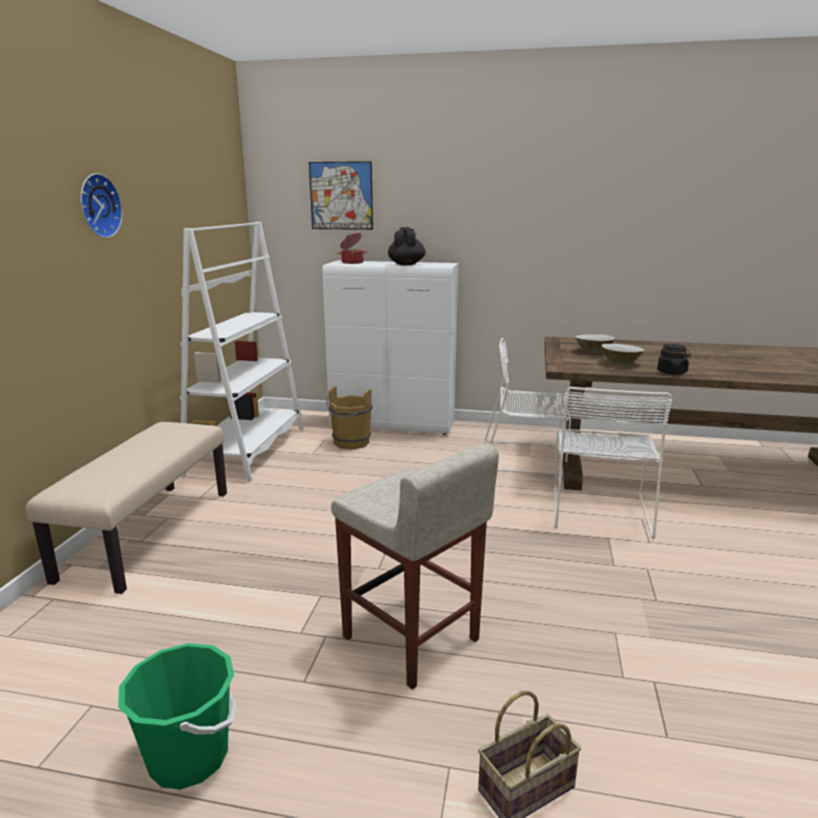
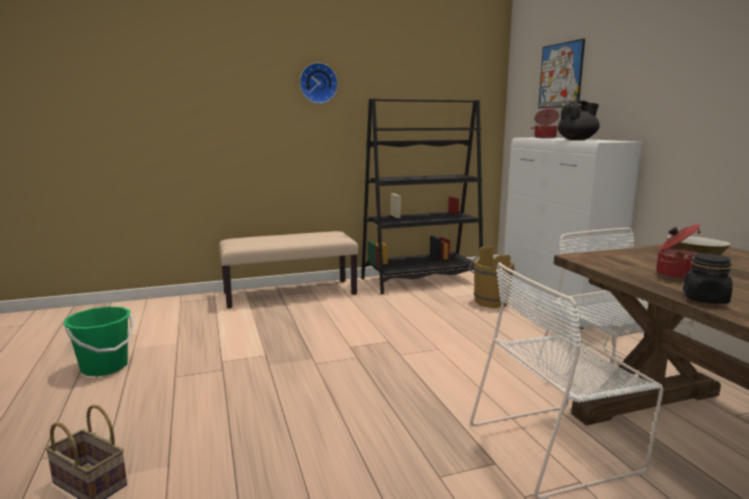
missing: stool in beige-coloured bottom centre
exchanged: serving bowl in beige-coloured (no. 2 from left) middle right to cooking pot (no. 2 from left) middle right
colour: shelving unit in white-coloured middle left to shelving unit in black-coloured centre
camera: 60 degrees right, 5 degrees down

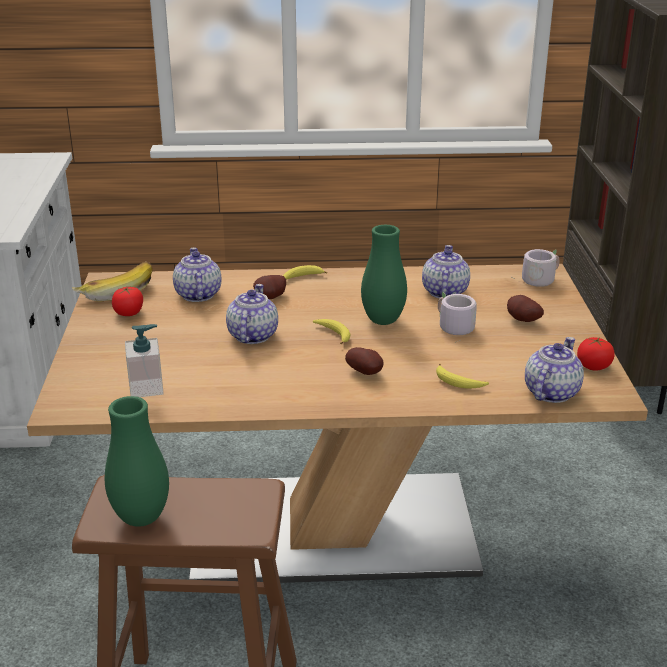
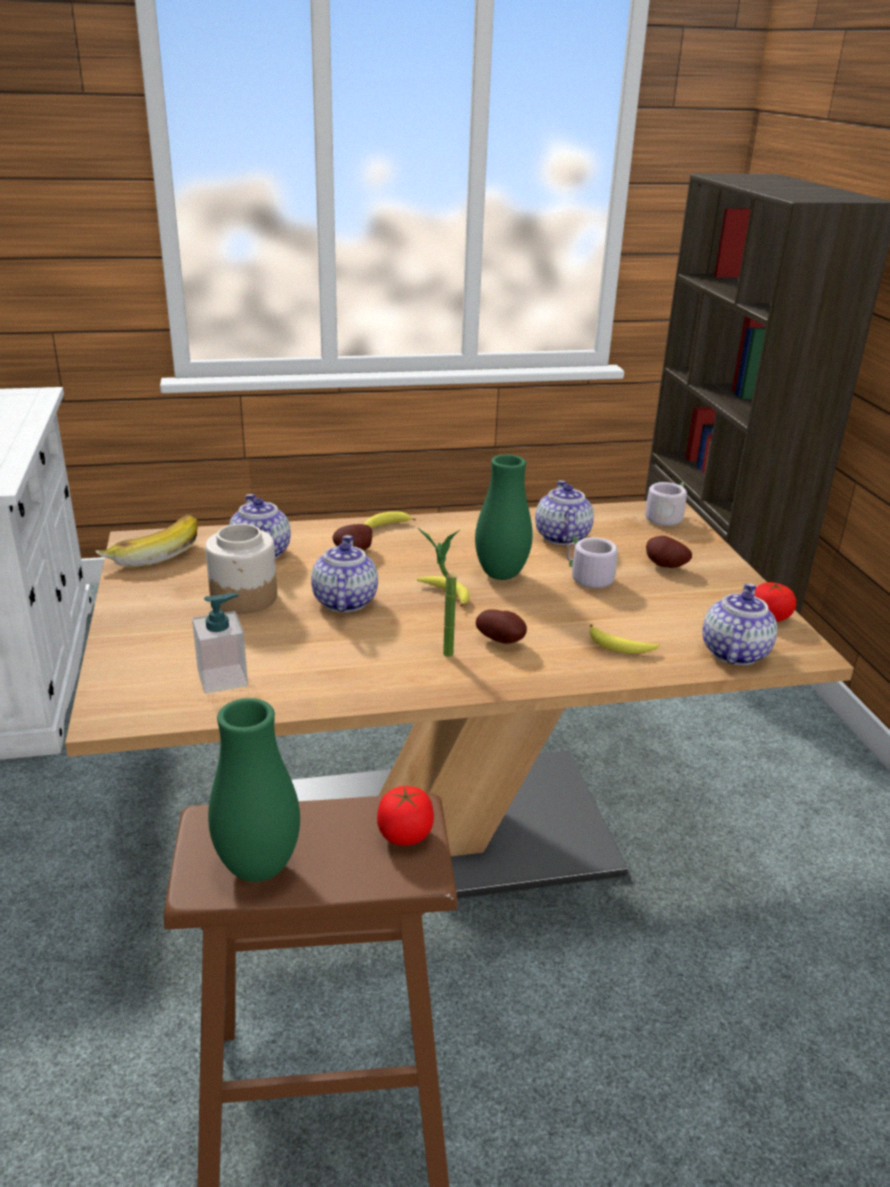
appeared: preserve jar middle left; plant in a pot centre
relocated: whole tomato (no. 1 from left) middle left to bottom centre
camera: 10 degrees left, 0 degrees up

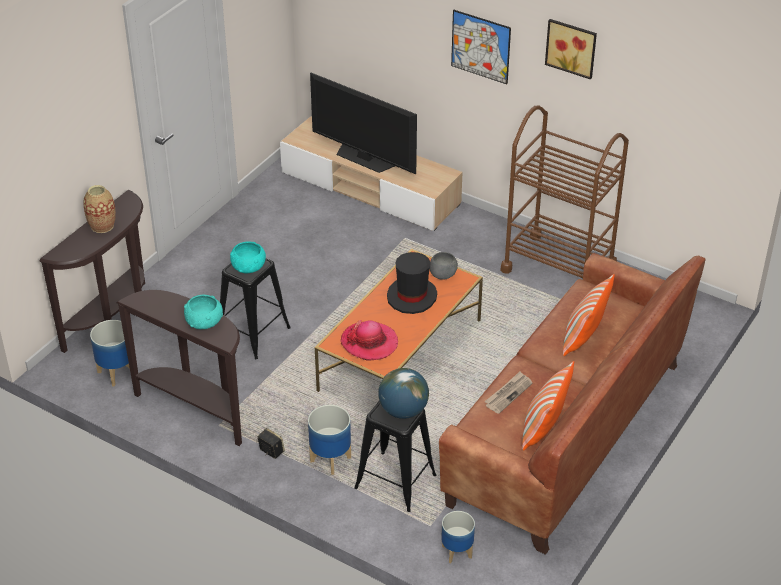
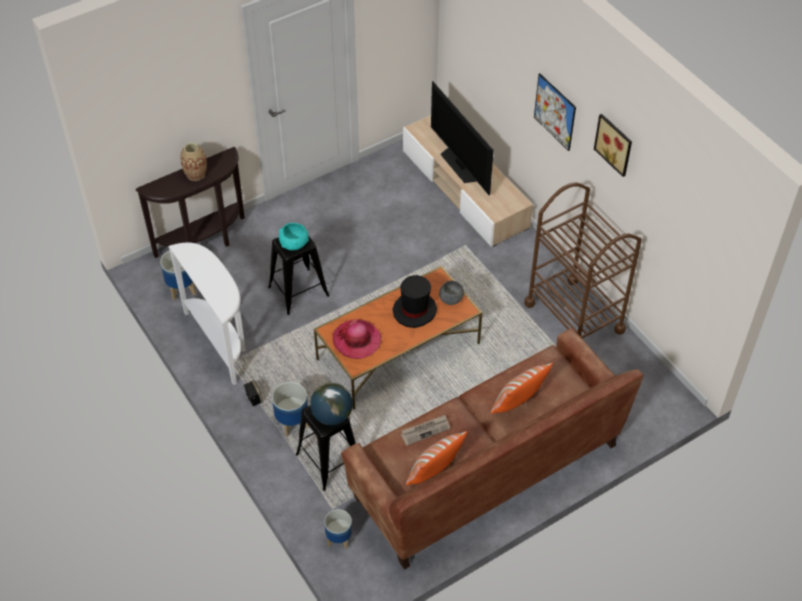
missing: serving bowl in turquoise-coloured (no. 1 from left) middle left
colour: hall table in brownish (no. 2 from left) middle left to hall table in white-coloured middle left
camera: 25 degrees right, 10 degrees up

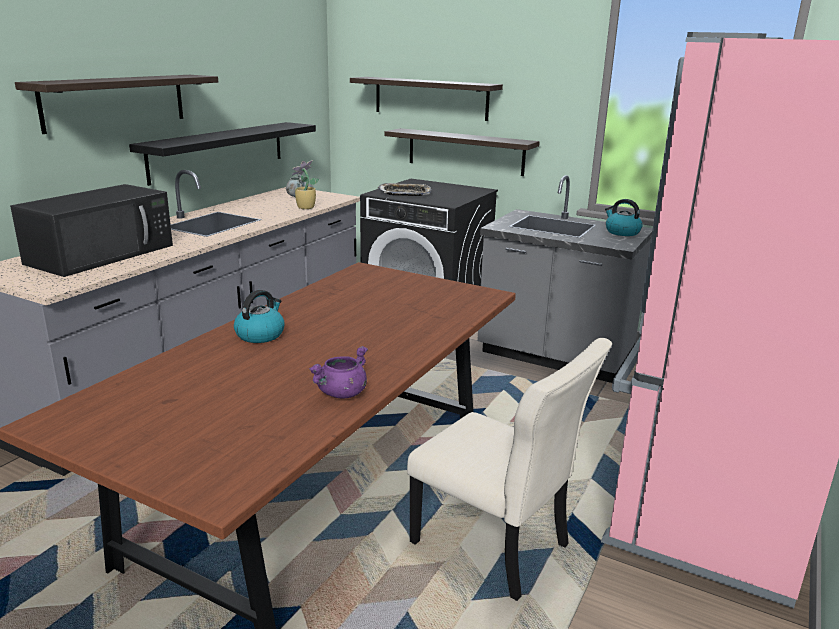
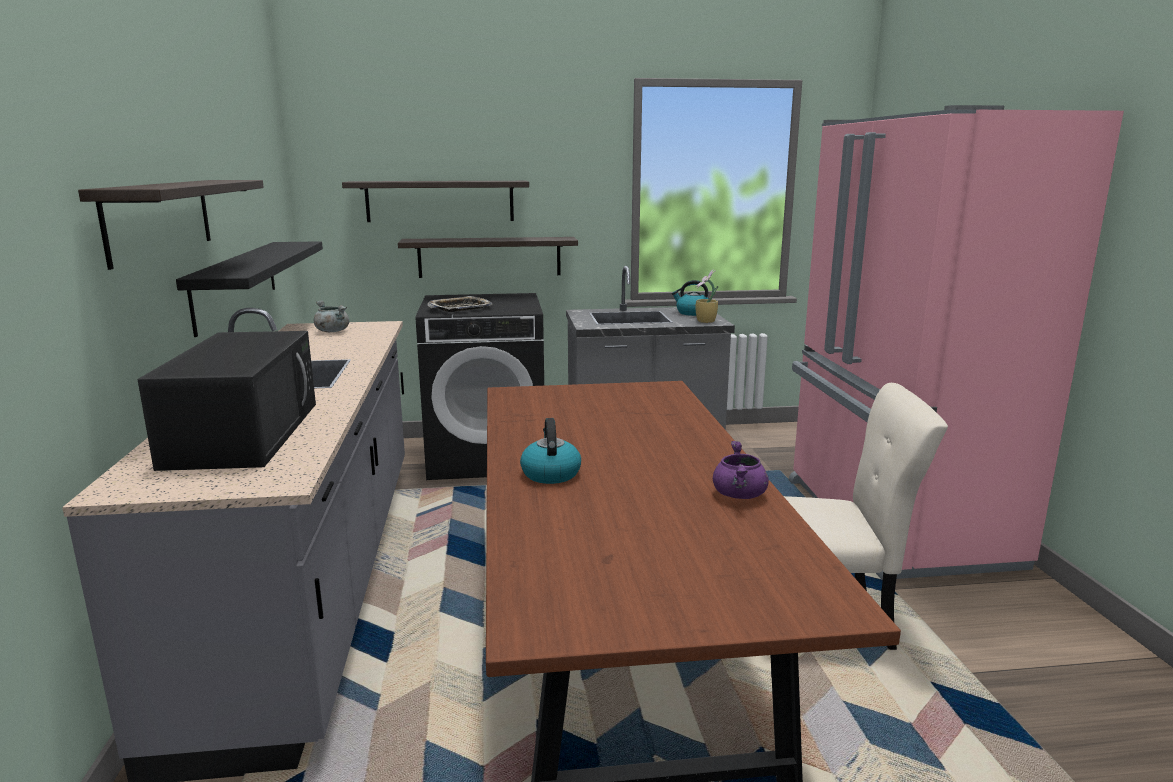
relocated: plant in a pot top centre to centre
camera: 35 degrees left, 5 degrees down

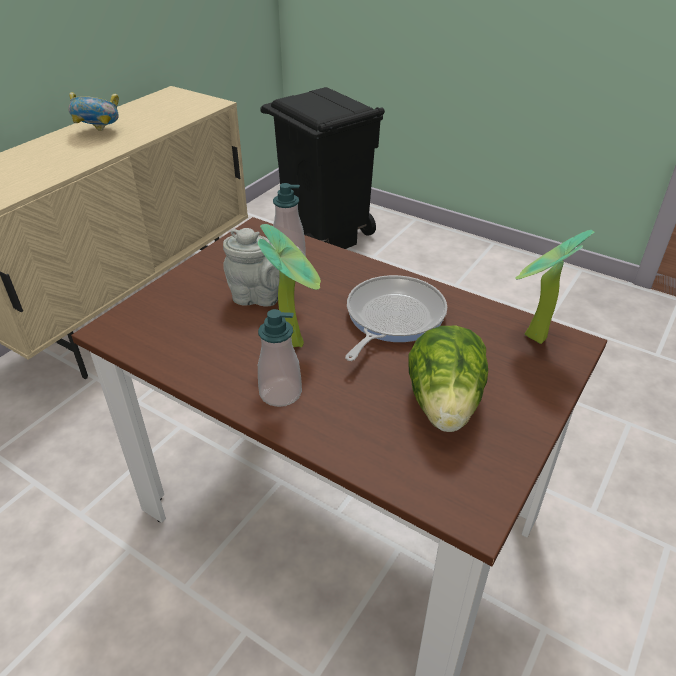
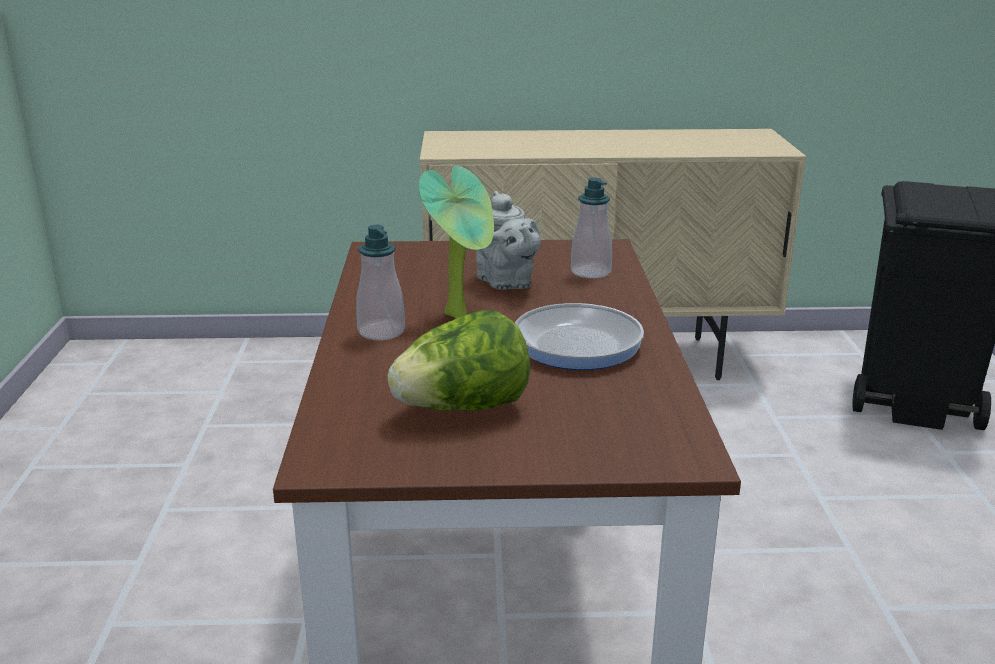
missing: serving bowl top left; plant in a pot (no. 2 from left) middle right
camera: 55 degrees right, 15 degrees down

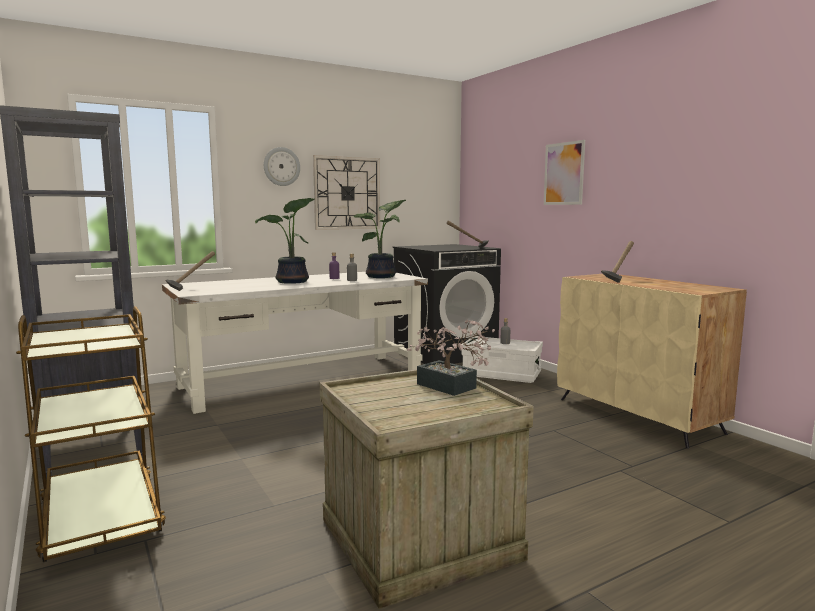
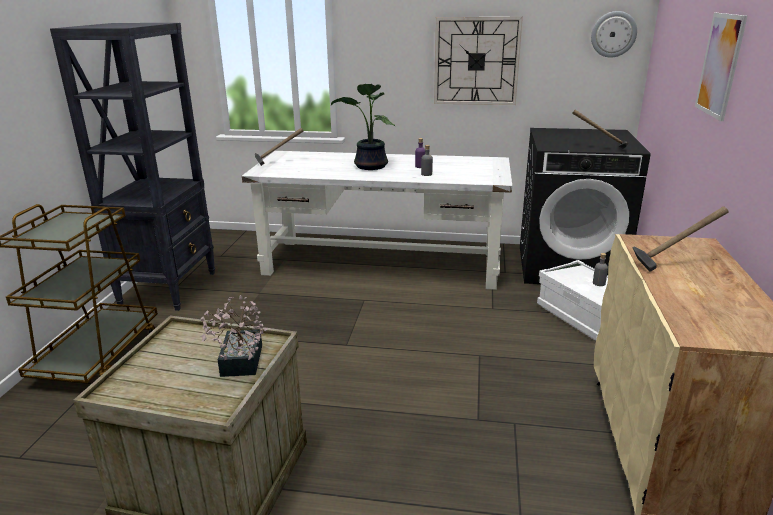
missing: plant in a pot (no. 2 from left) centre
relocated: clock on the wall (no. 1 from left in the first image) top centre to clock on the wall (no. 2 from left) top right
camera: 40 degrees right, 15 degrees up

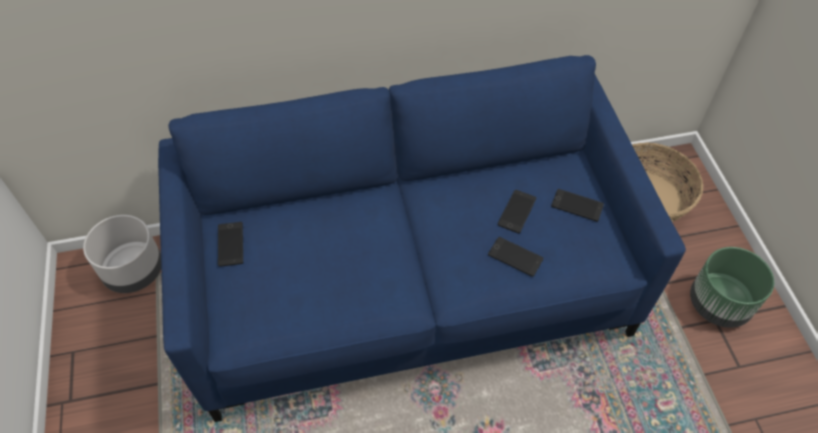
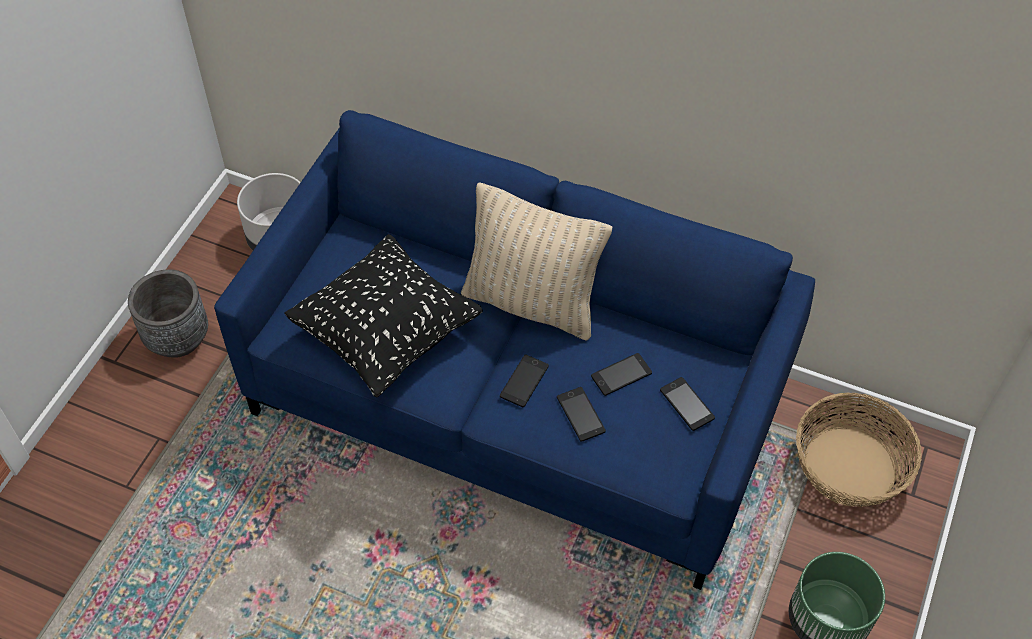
appeared: planter in gray (no. 1 from left) middle left; pillow in black-coloured centre; pillow in beige-coloured centre
relocated: handset (no. 1 from left) middle left to centre
camera: 35 degrees right, 0 degrees up

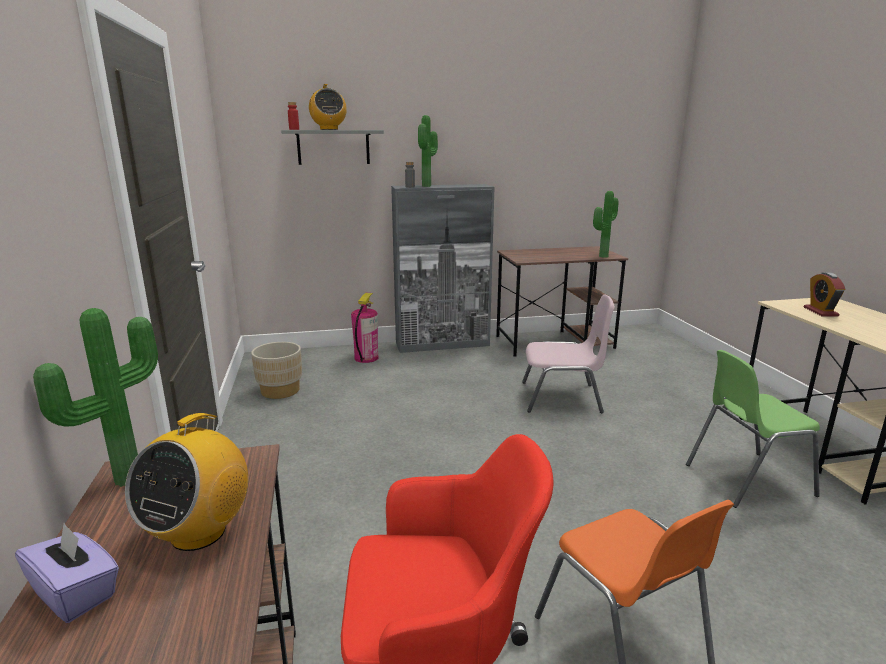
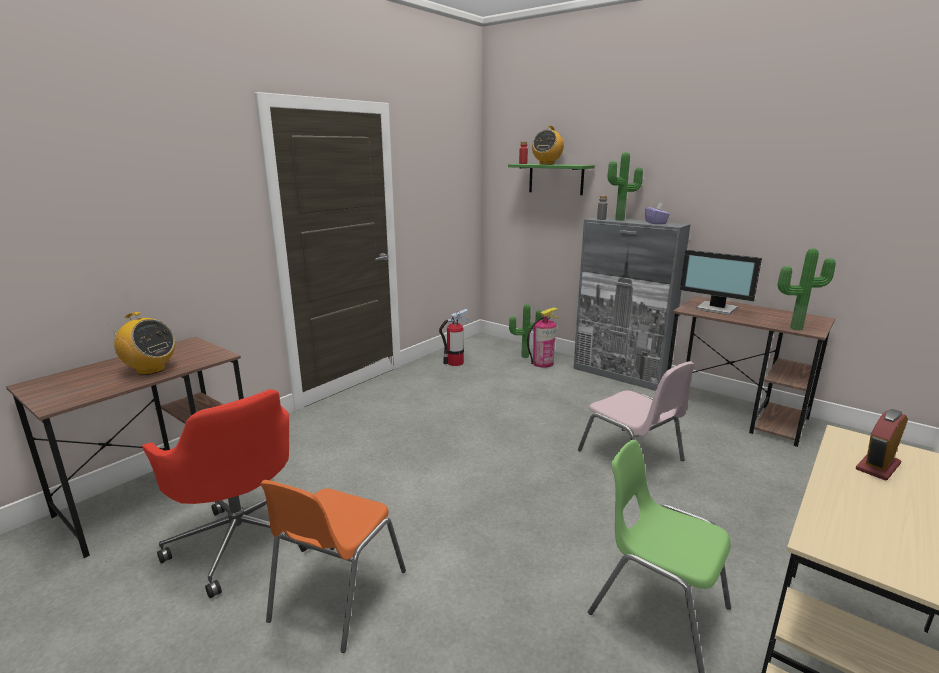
appeared: computer display middle right
relocated: tissue holder in purplish bottom left to top right; plant in a pot (no. 1 from left) middle left to centre
exchanged: planter in beige-coloured middle left to fire-fighting cylinder (no. 1 from left) centre
colour: bracket shelf in gray top centre to bracket shelf in green top centre
spun: radio (no. 1 from left) bottom left = middle left 135 degrees counterclockwise
camera: 50 degrees right, 0 degrees up

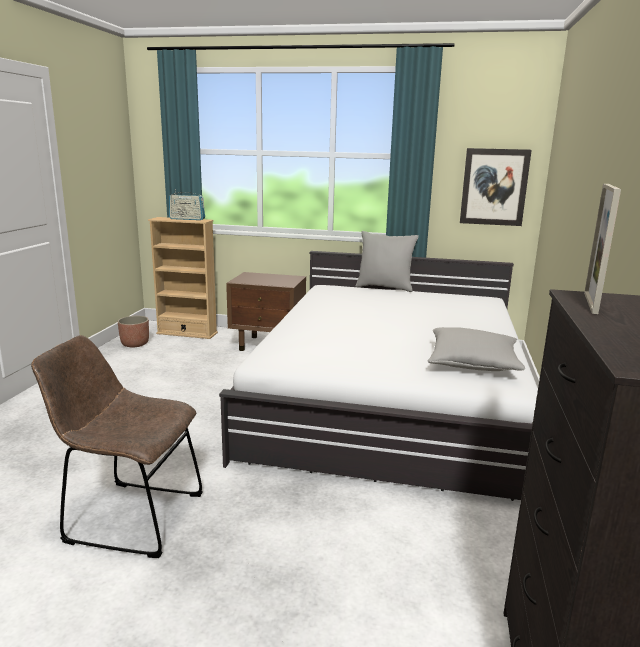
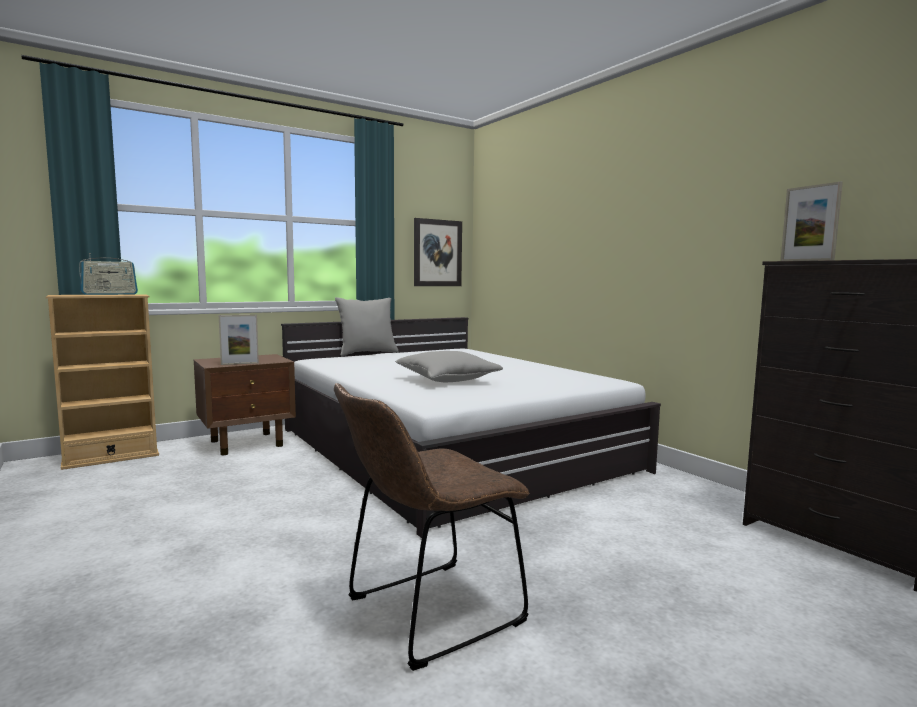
missing: planter middle left
appeared: picture frame (no. 1 from left) middle left
relocated: pillow in gray (no. 2 from left) middle right to centre
camera: 45 degrees left, 10 degrees down

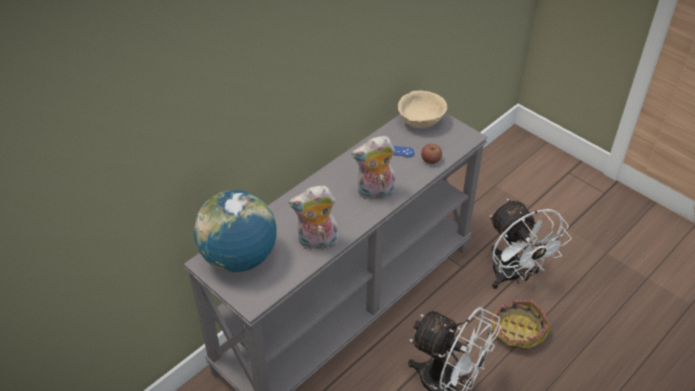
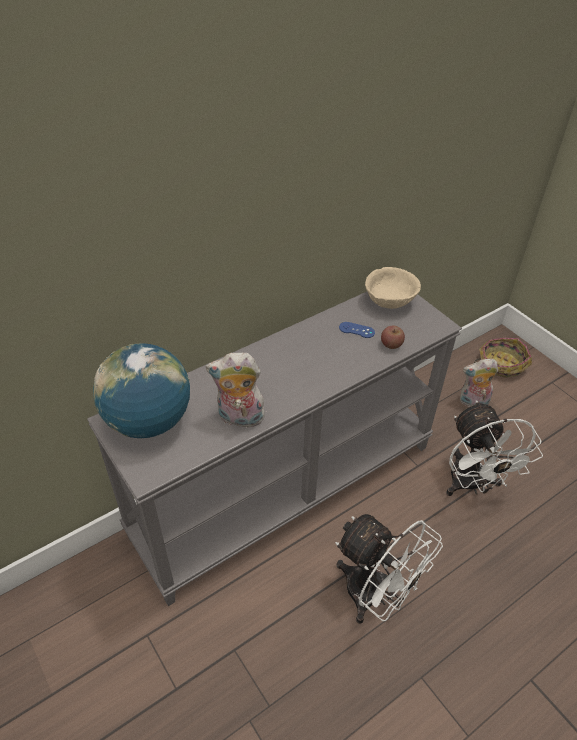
relocated: plush toy (no. 2 from left) centre to middle right; basket bottom right to middle right
camera: 10 degrees right, 0 degrees up

